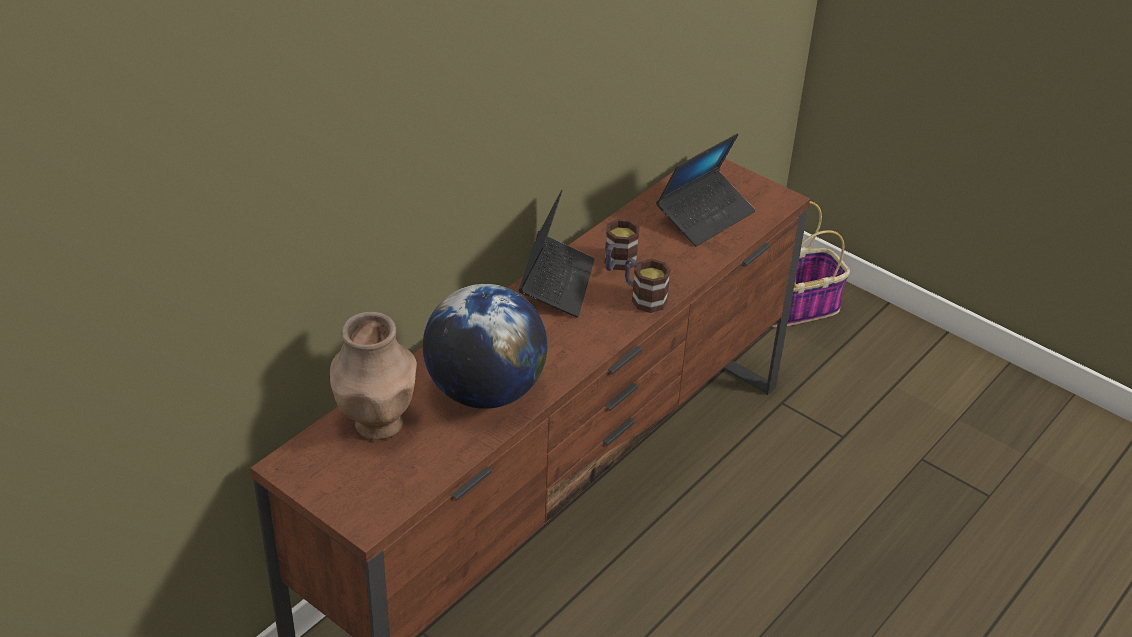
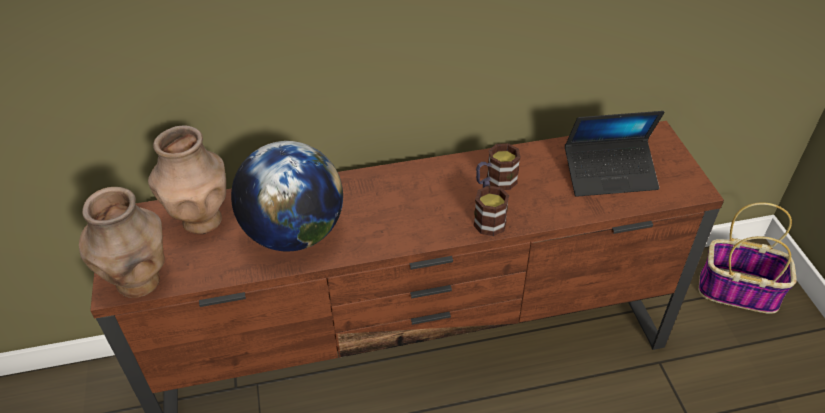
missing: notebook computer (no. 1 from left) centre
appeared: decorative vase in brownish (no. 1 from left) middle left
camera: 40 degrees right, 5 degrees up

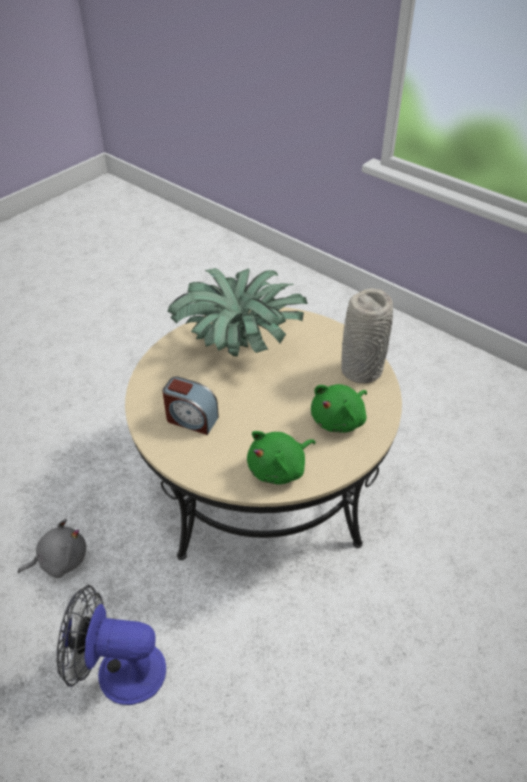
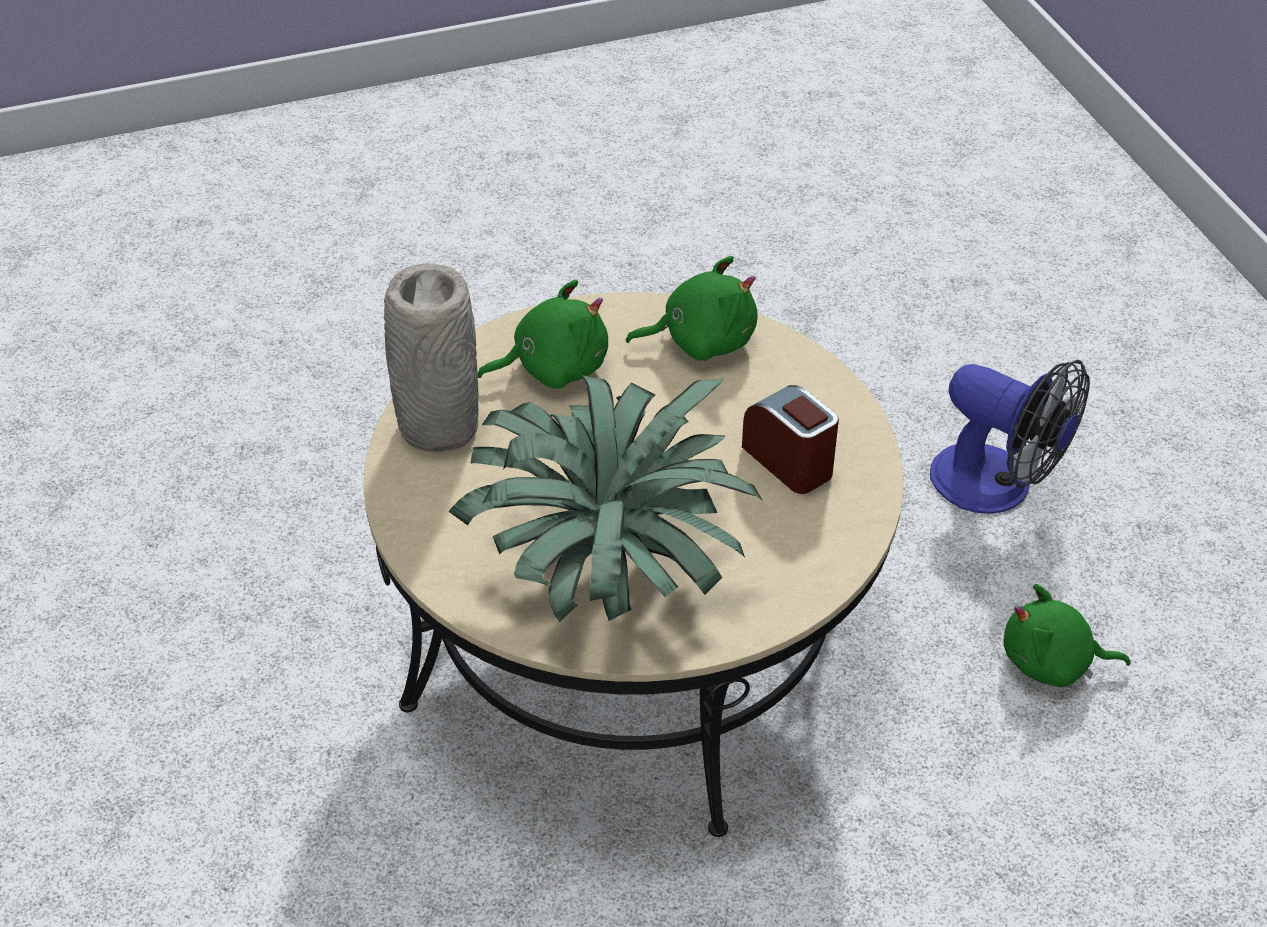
colour: plush toy in gray bottom left to plush toy in green (no. 3 from left) bottom right
camera: 150 degrees left, 0 degrees up

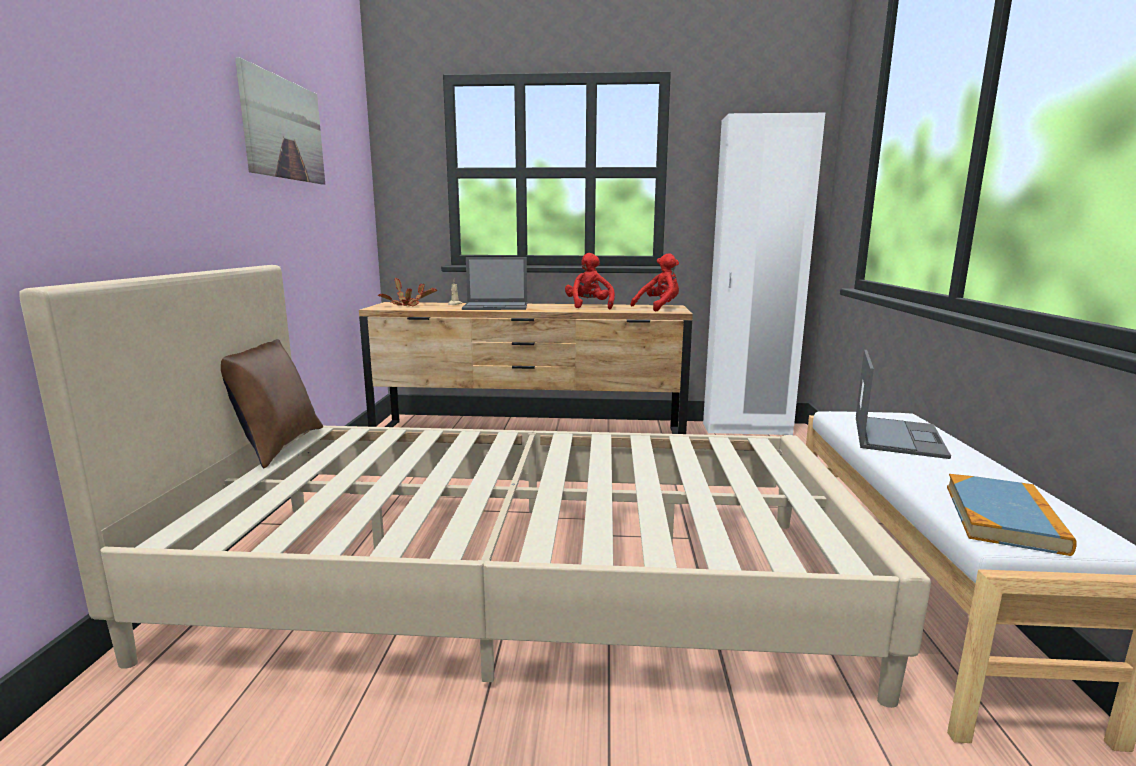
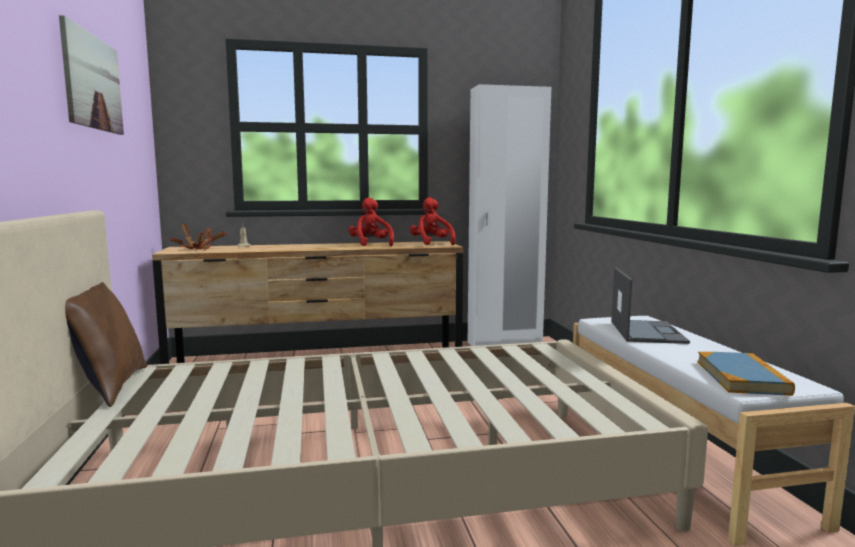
missing: notebook computer (no. 1 from left) centre
spun: plush toy in reddish (no. 2 from left) centre = centre 60 degrees counterclockwise
camera: 15 degrees left, 5 degrees down

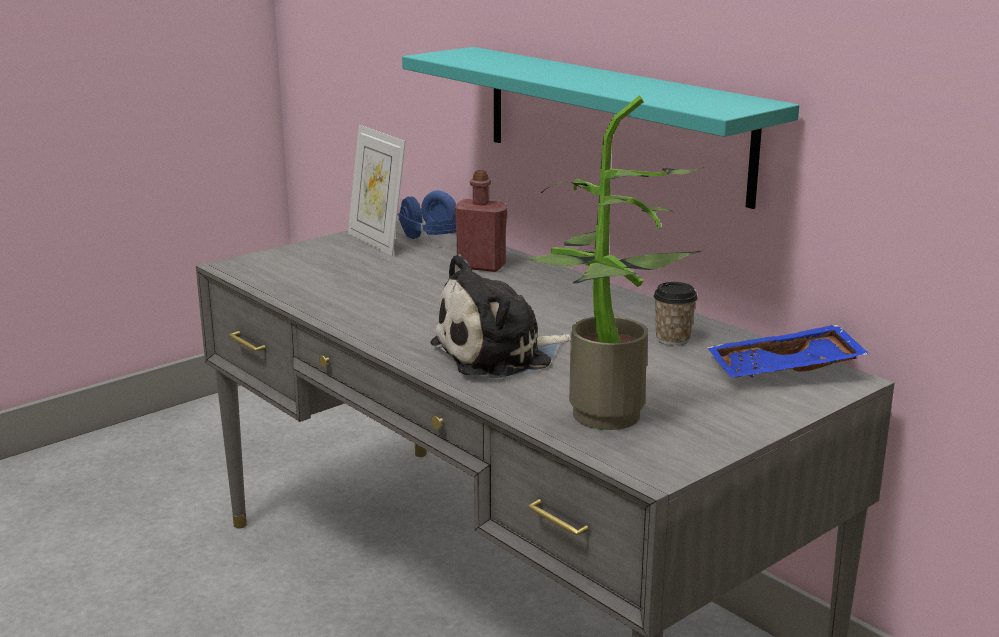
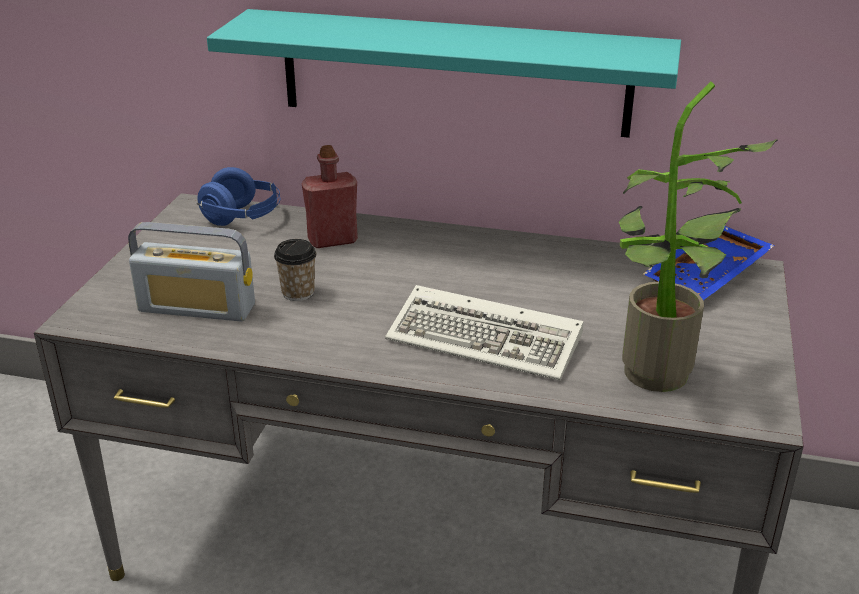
missing: picture frame top centre
appeared: radio middle left
relocated: drinking cup middle right to centre
exchanged: plush toy centre to computer keyboard centre
camera: 35 degrees left, 10 degrees up

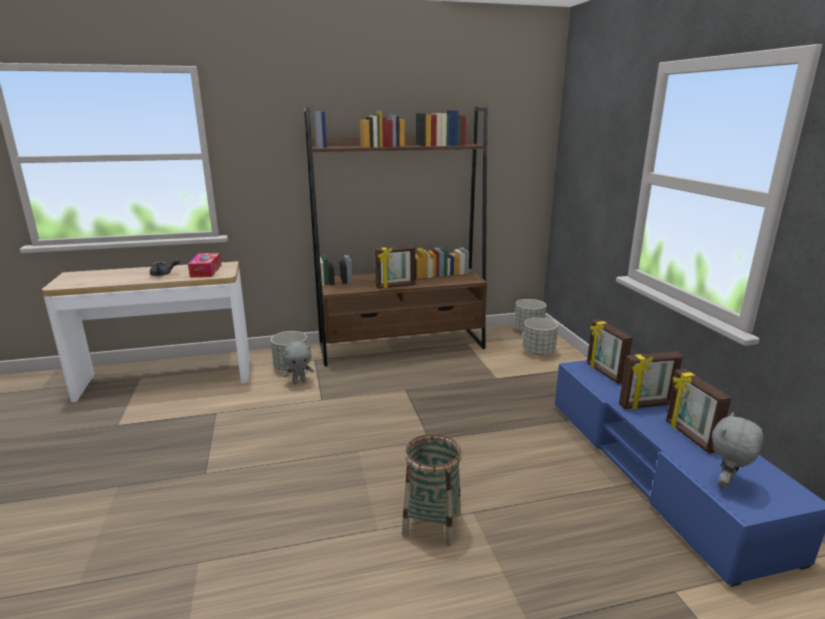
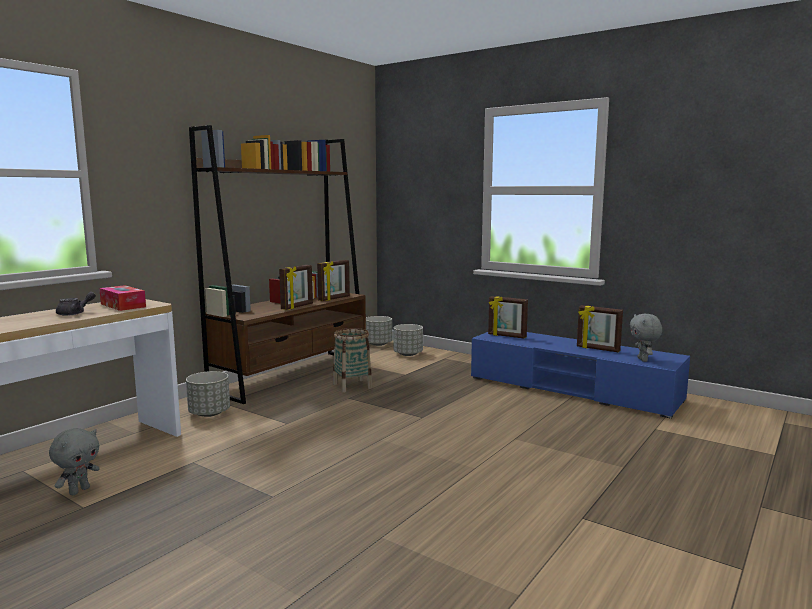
relocated: plush toy in gray (no. 1 from left) centre to bottom left; basket bottom centre to centre; picture frame (no. 3 from left in the first image) middle right to picture frame (no. 2 from left) centre
camera: 40 degrees left, 10 degrees down

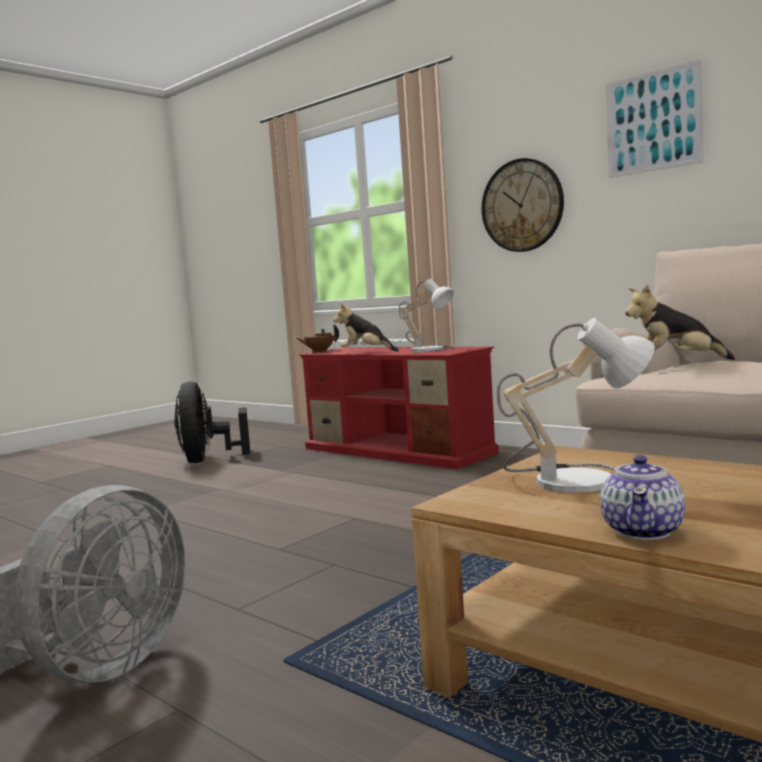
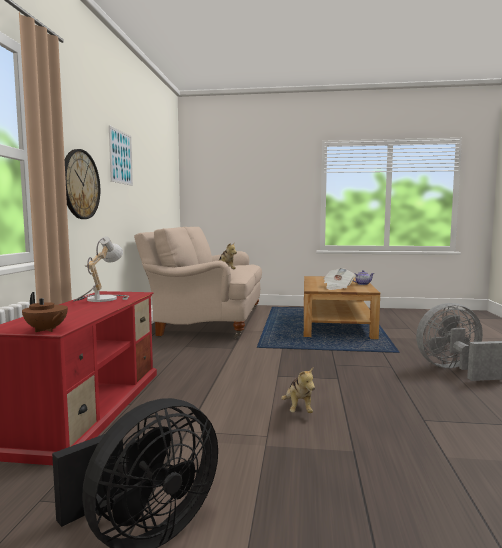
relocated: plush toy (no. 1 from left in the first image) centre to plush toy (no. 2 from left) bottom centre
exchanged: tabletop lamp (no. 2 from left) middle right to daily paper middle right
camera: 125 degrees left, 0 degrees up

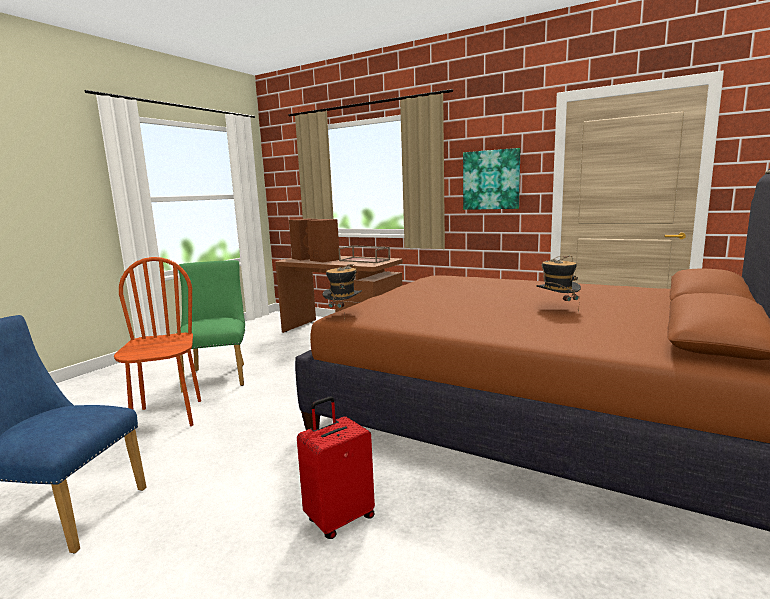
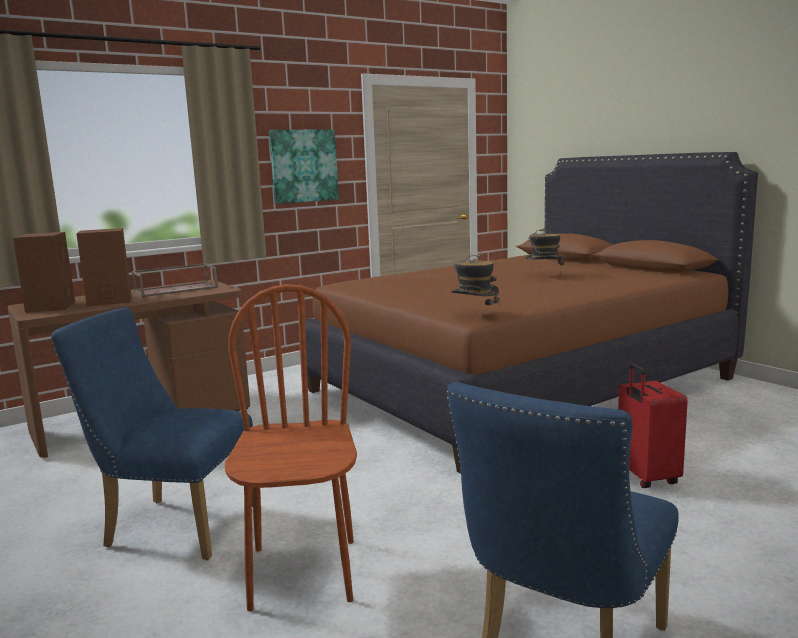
colour: upright chair in green middle left to upright chair in blue-coloured (no. 1 from left) bottom left
spun: upright chair in brownish middle left = bottom centre 75 degrees clockwise
camera: 65 degrees left, 0 degrees up

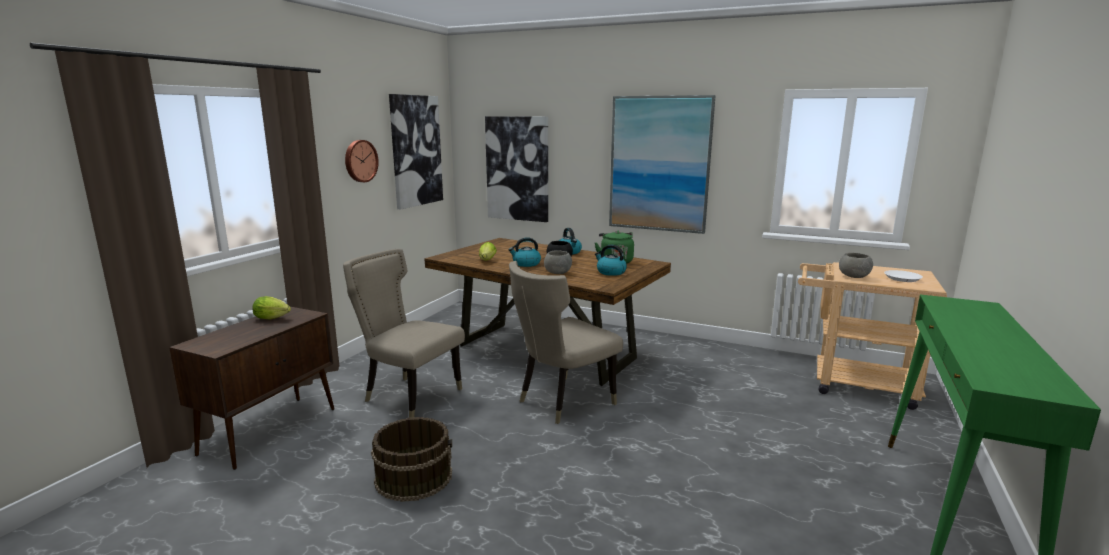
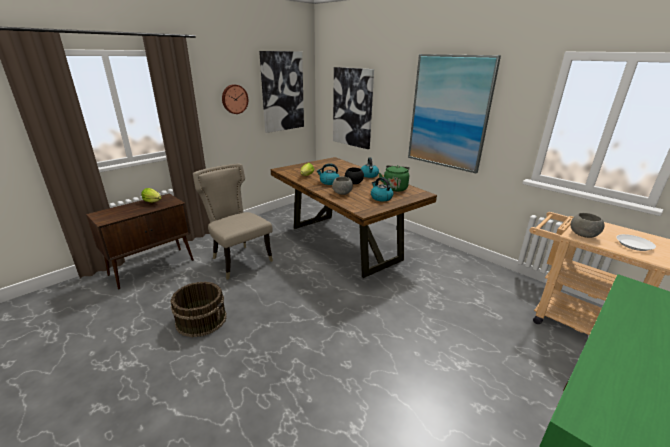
missing: upright chair in beige-coloured (no. 2 from left) centre
camera: 20 degrees right, 10 degrees up

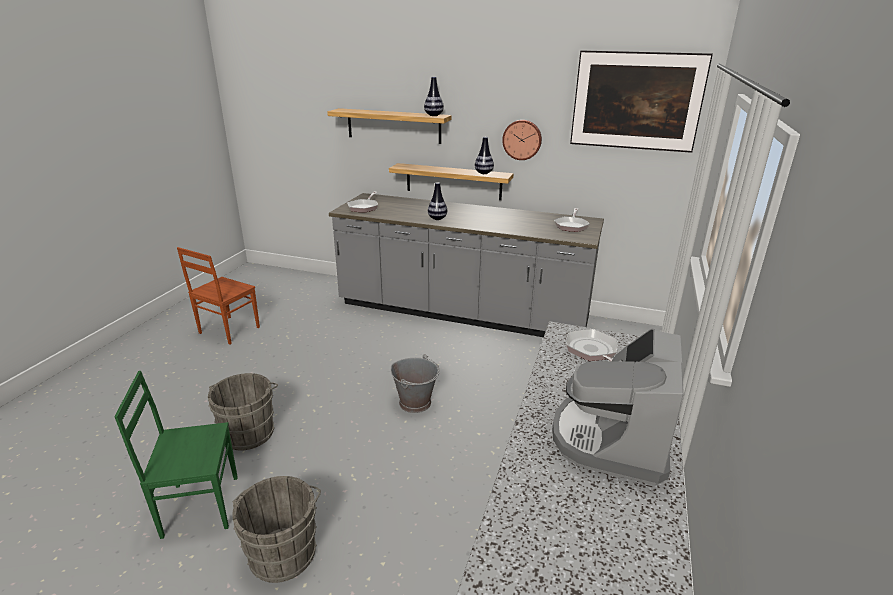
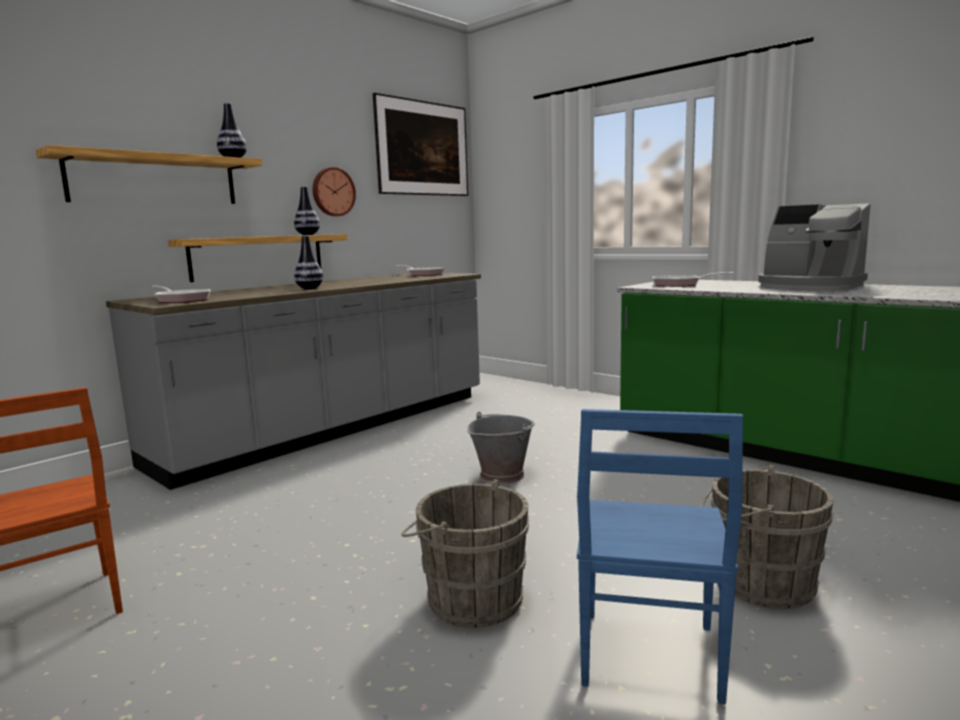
colour: upright chair in green bottom left to upright chair in blue-coloured bottom right
camera: 65 degrees left, 15 degrees down

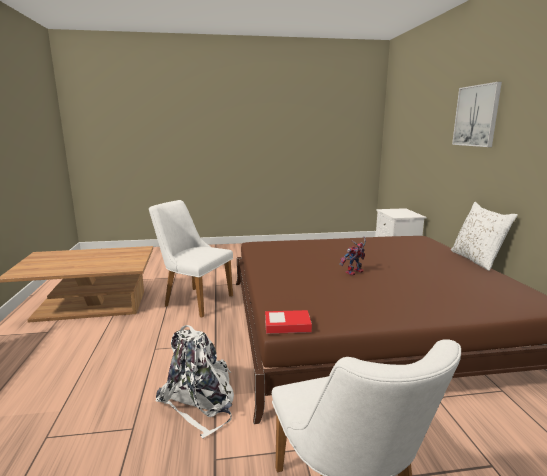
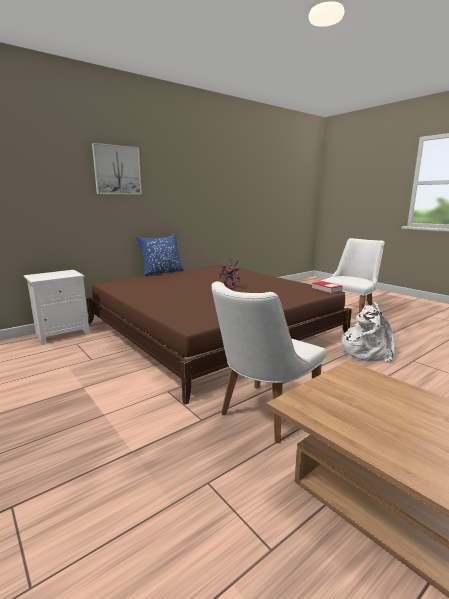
colour: pillow in white-coloured middle right to pillow in blue-coloured centre
spun: upright chair in white-coloured (no. 1 from left) centre = centre 45 degrees clockwise
camera: 120 degrees left, 0 degrees up

